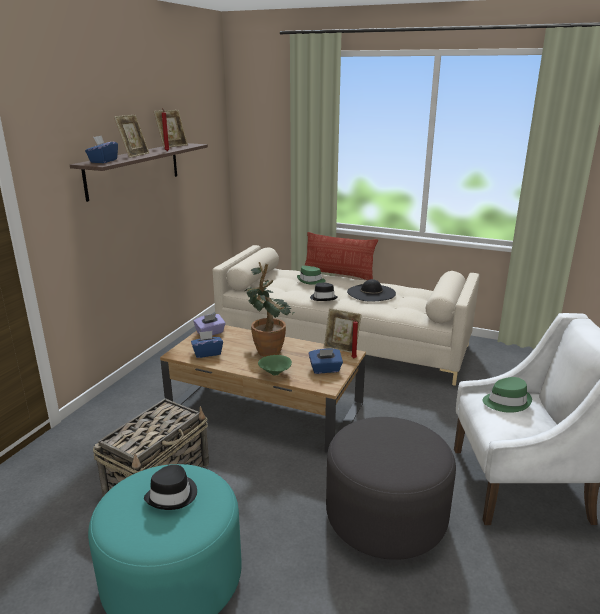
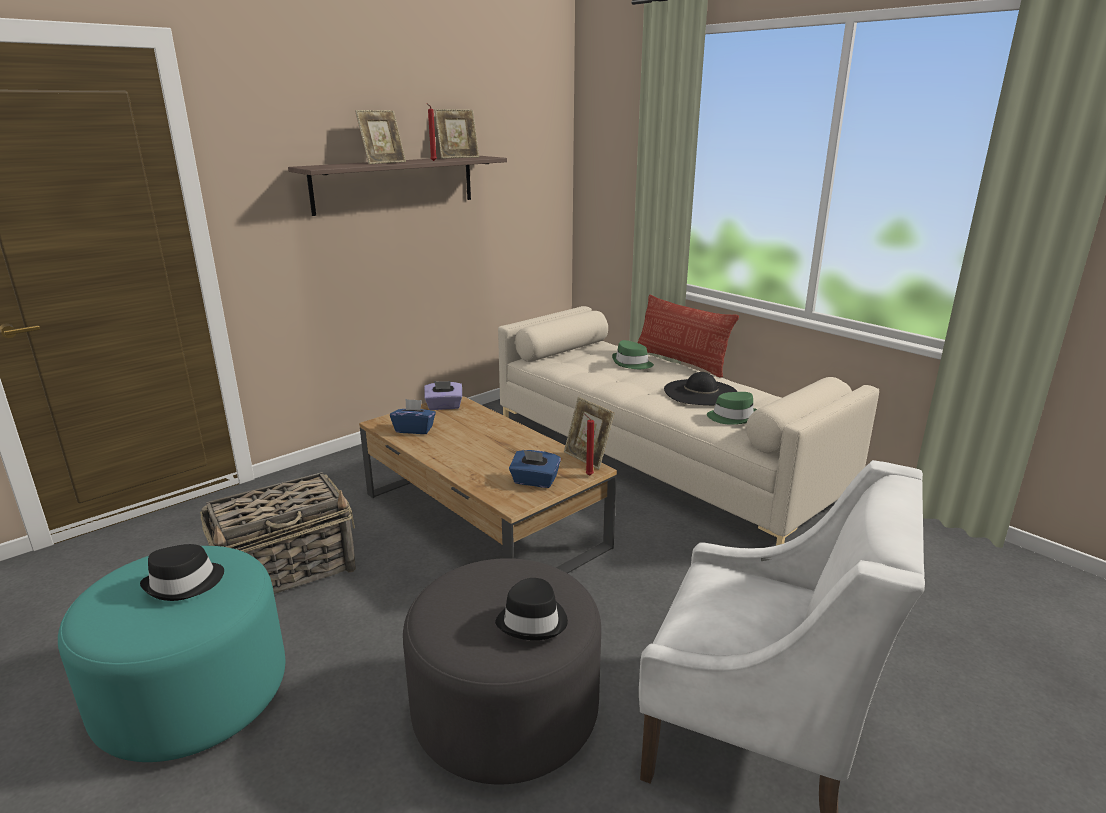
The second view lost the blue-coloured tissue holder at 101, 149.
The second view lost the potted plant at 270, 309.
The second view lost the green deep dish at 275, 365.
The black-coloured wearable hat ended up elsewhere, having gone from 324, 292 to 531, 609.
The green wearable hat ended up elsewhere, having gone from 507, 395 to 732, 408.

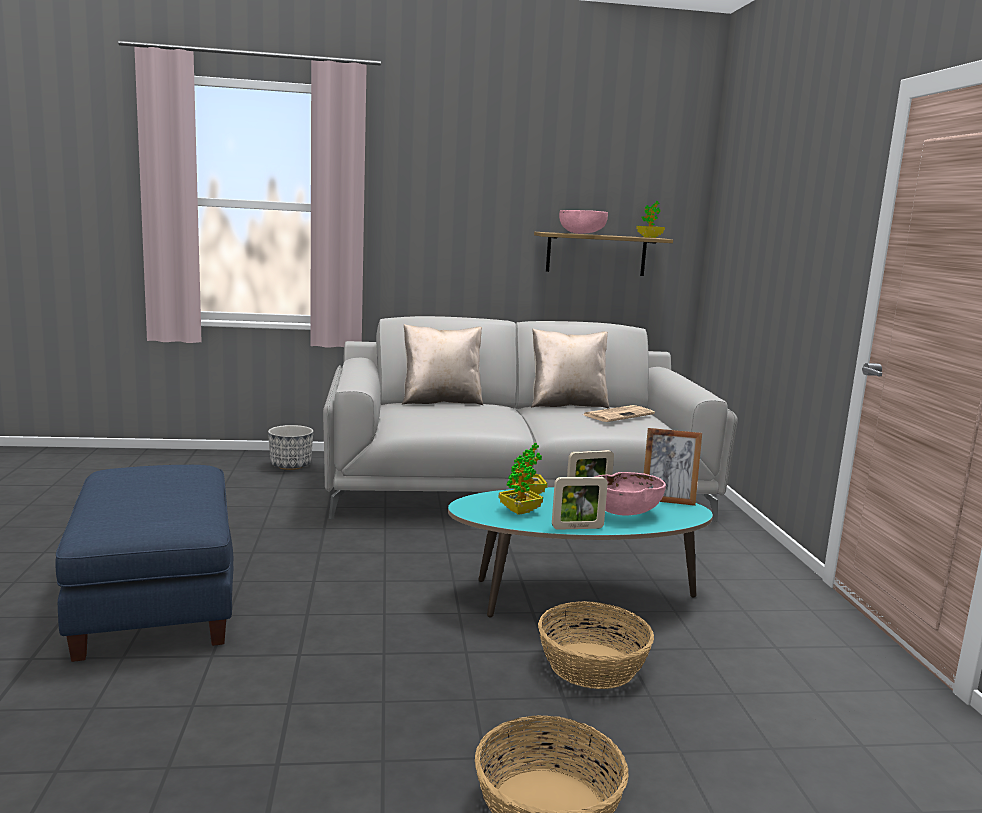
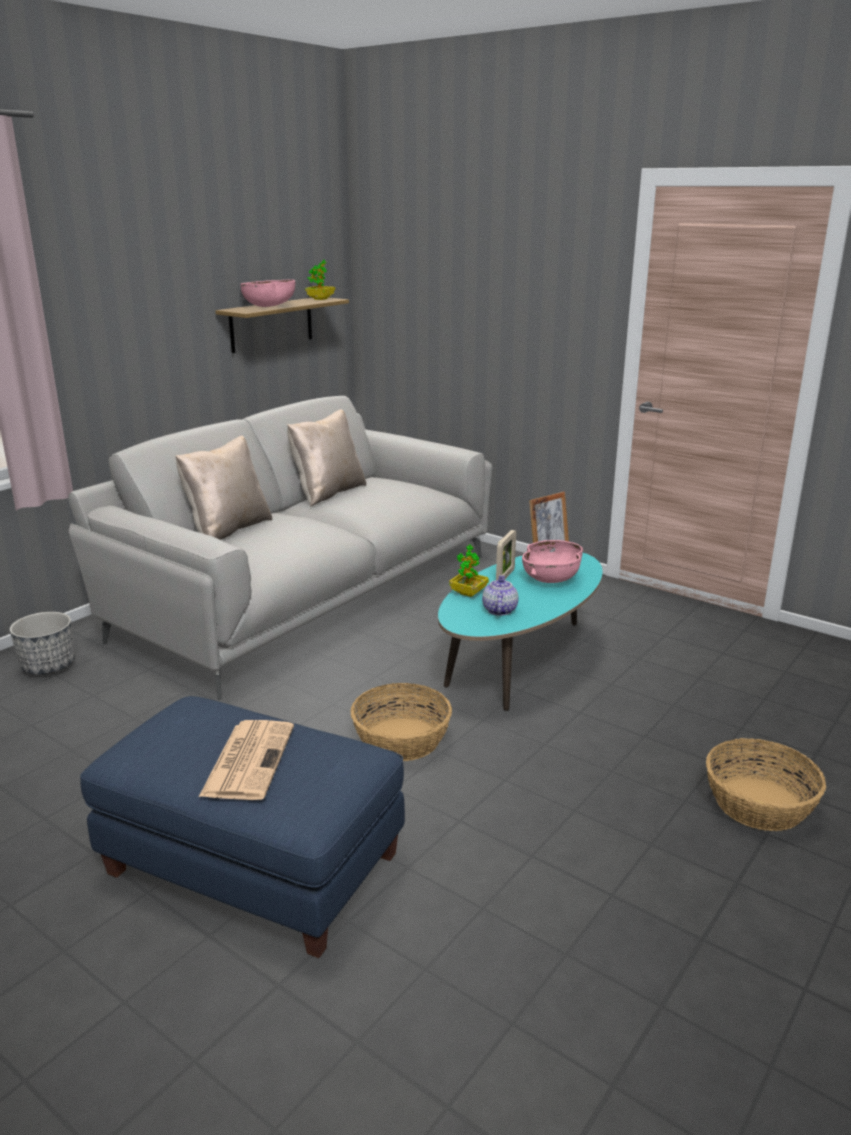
The second view lost the standing frame at 580, 503.
The storage basket ended up elsewhere, having gone from 596, 645 to 401, 722.
The daily paper ended up elsewhere, having gone from 619, 413 to 246, 760.
Where the potted plant stood at 520, 485, the pot for tea came to stand at 500, 595.

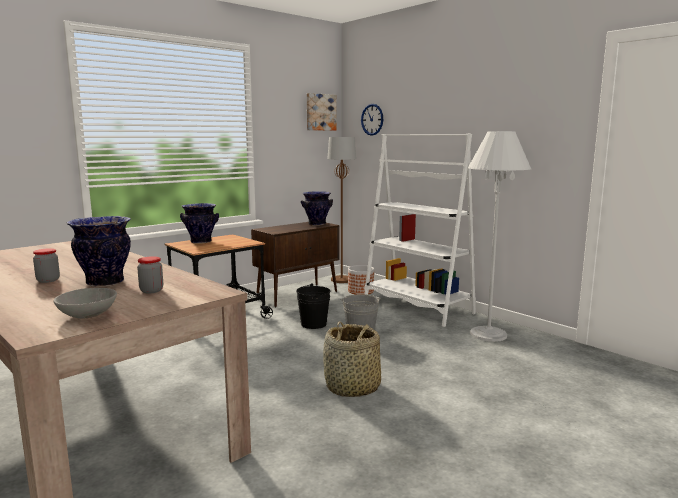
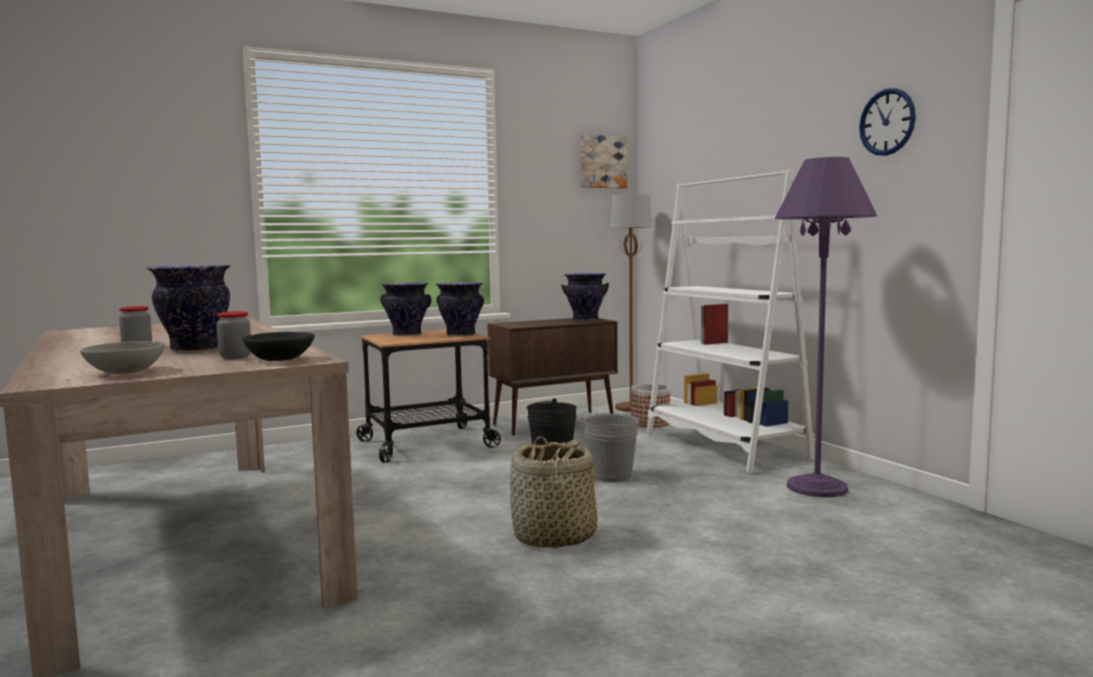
The second view gained the black-coloured deep dish at 278, 346.
The second view gained the flower vase at 460, 309.
The wall clock ended up elsewhere, having gone from 372, 120 to 887, 122.
What was the whitish standard lamp at 499, 236 turned into the purplish standard lamp at 826, 327.

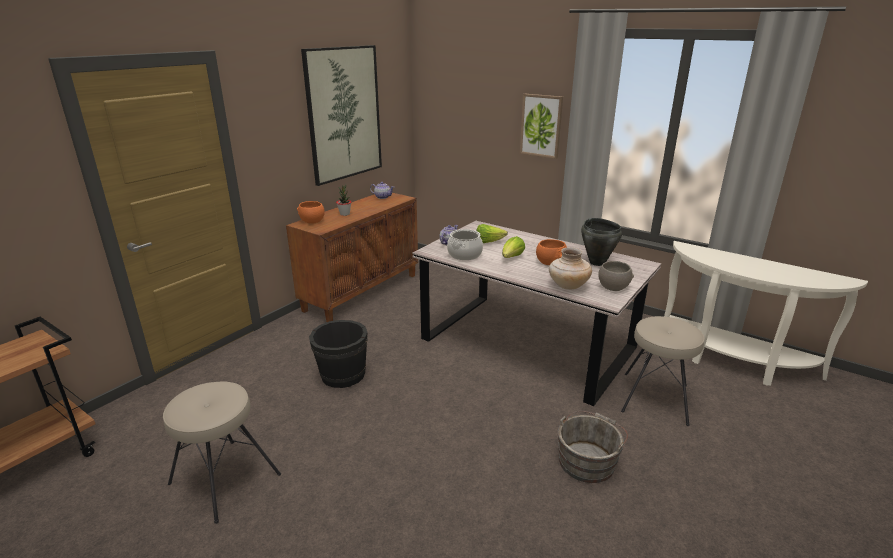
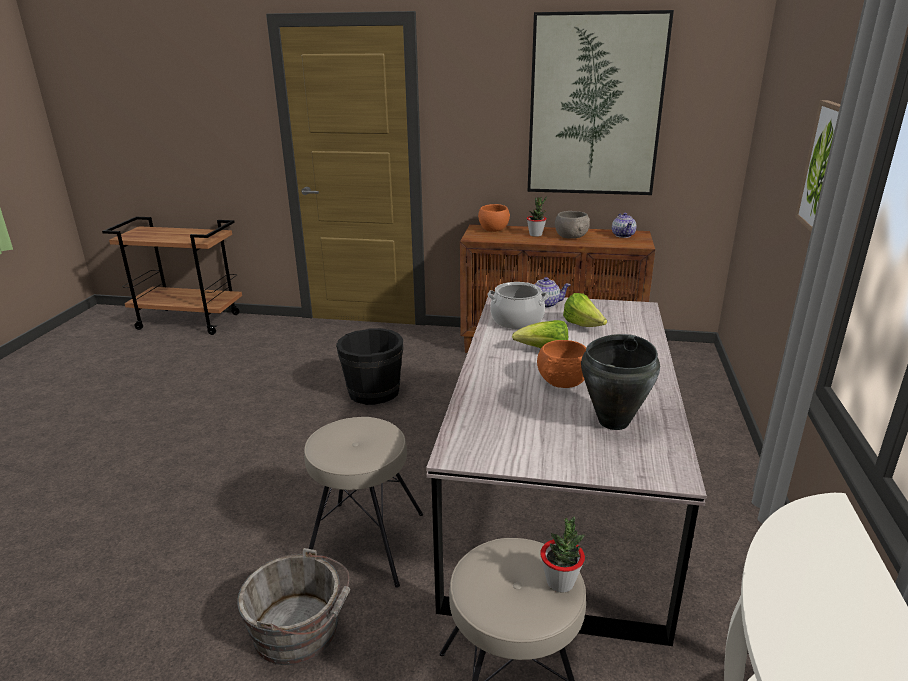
The second view lost the sand-coloured flower vase at 570, 268.
The second view gained the potted plant at 562, 555.
The sand-coloured stool ended up elsewhere, having gone from 222, 453 to 363, 502.
The gray deep dish ended up elsewhere, having gone from 616, 276 to 572, 225.

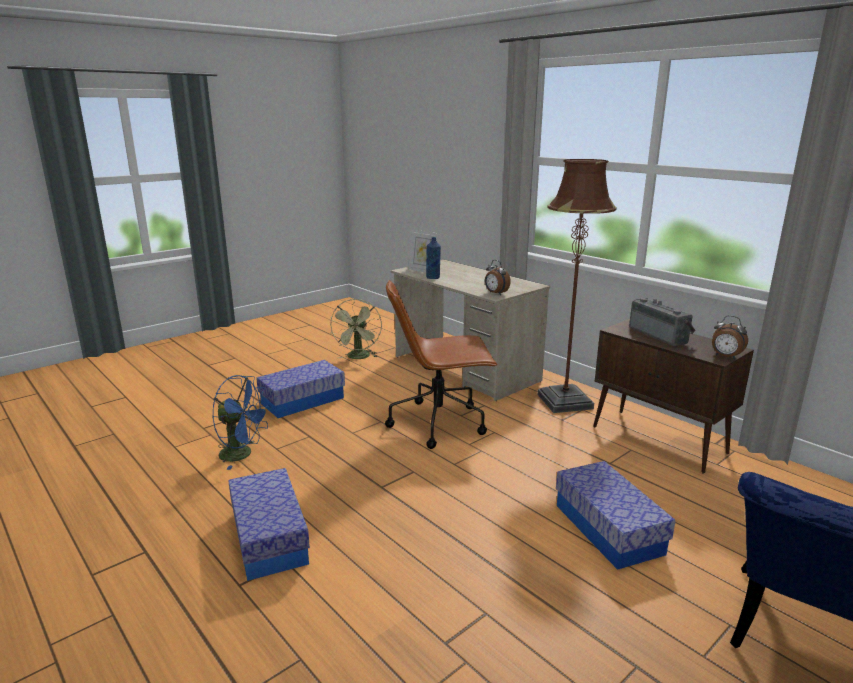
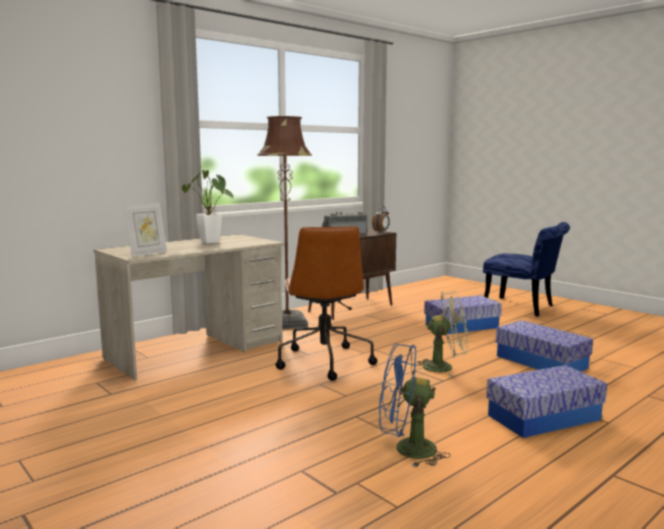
The second view lost the blue-coloured beverage bottle at 433, 258.
The second view lost the bedside clock at 498, 277.
The second view gained the potted plant at 207, 207.
The storage bin ended up elsewhere, having gone from 300, 389 to 544, 346.
The green electric fan ended up elsewhere, having gone from 356, 329 to 442, 334.
The blue-coloured electric fan at 241, 422 ended up facing another way, 105 degrees counterclockwise from before.

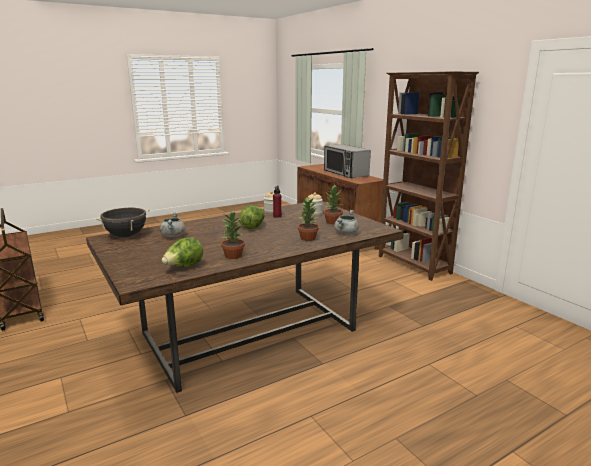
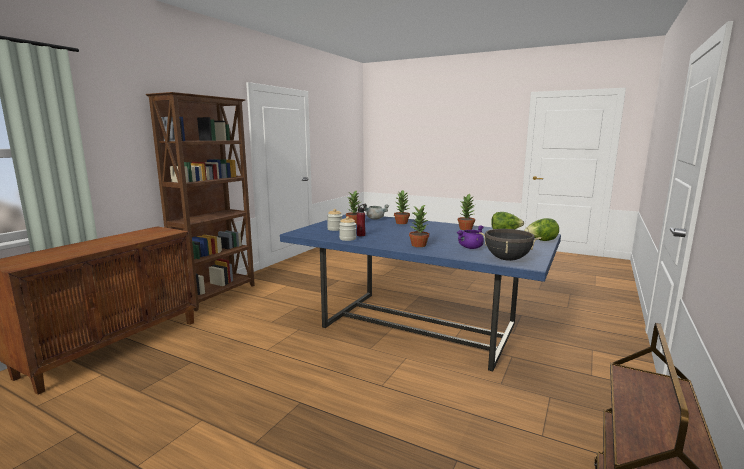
The second view lost the microwave oven at 347, 161.
The second view gained the potted plant at 419, 225.
The head of lettuce ended up elsewhere, having gone from 252, 217 to 541, 229.
What was the brown-coloured kitchen table at 245, 297 turned into the blue-coloured kitchen table at 420, 292.
What was the gray saucepot at 172, 224 turned into the purplish saucepot at 470, 237.

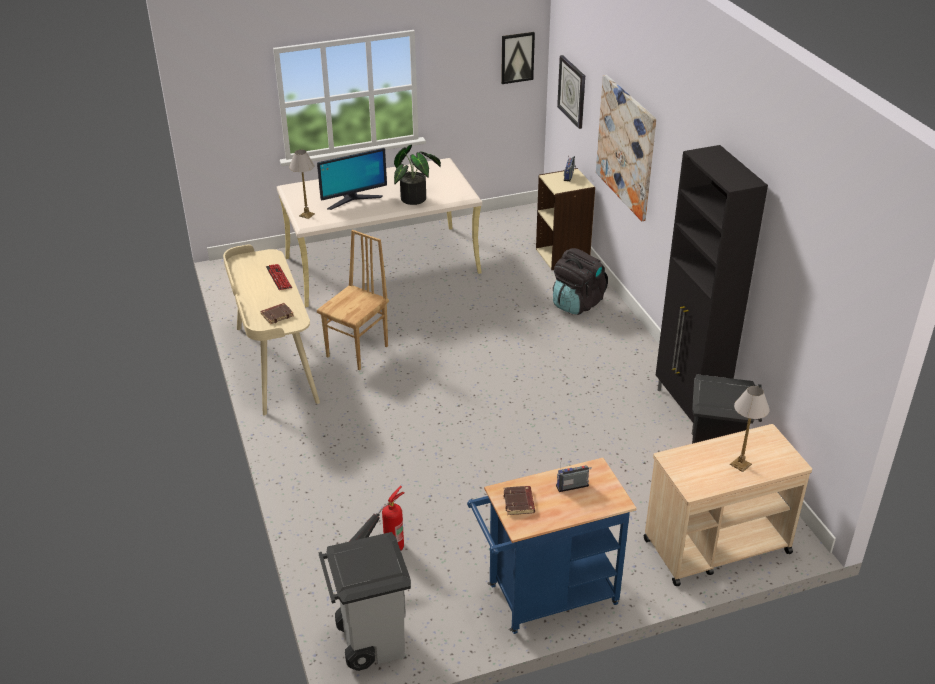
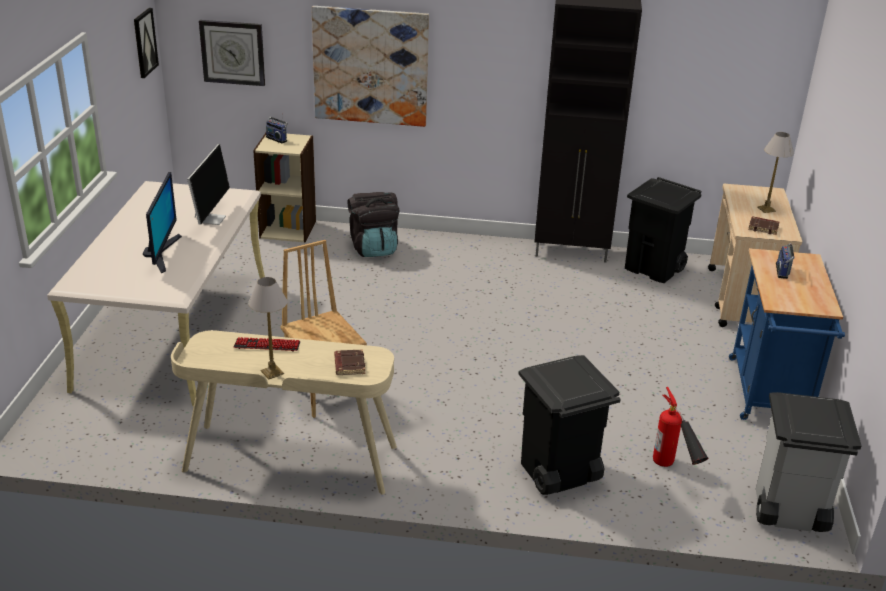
The second view gained the black-coloured rubbish bin at 570, 425.
The lamp for a table ended up elsewhere, having gone from 302, 184 to 267, 328.
The brown-coloured book ended up elsewhere, having gone from 519, 500 to 763, 225.
Where the potted plant stood at 417, 175, the computer display came to stand at 208, 184.

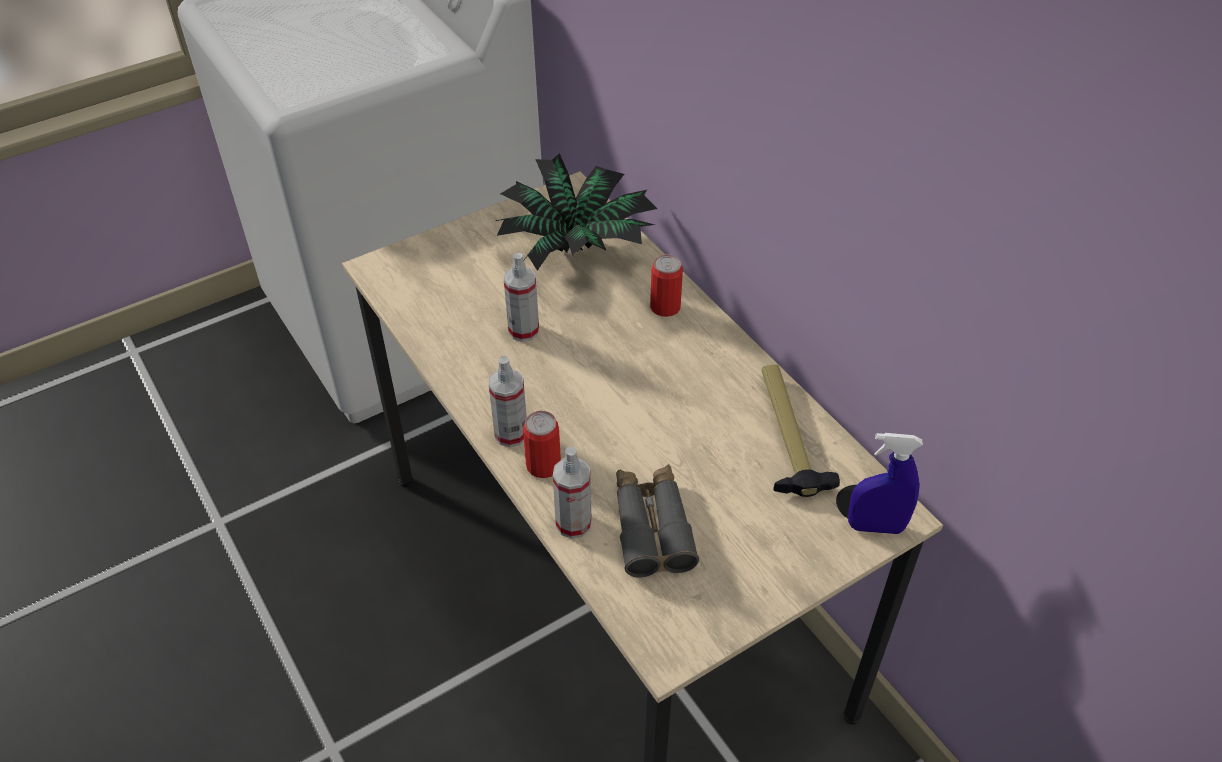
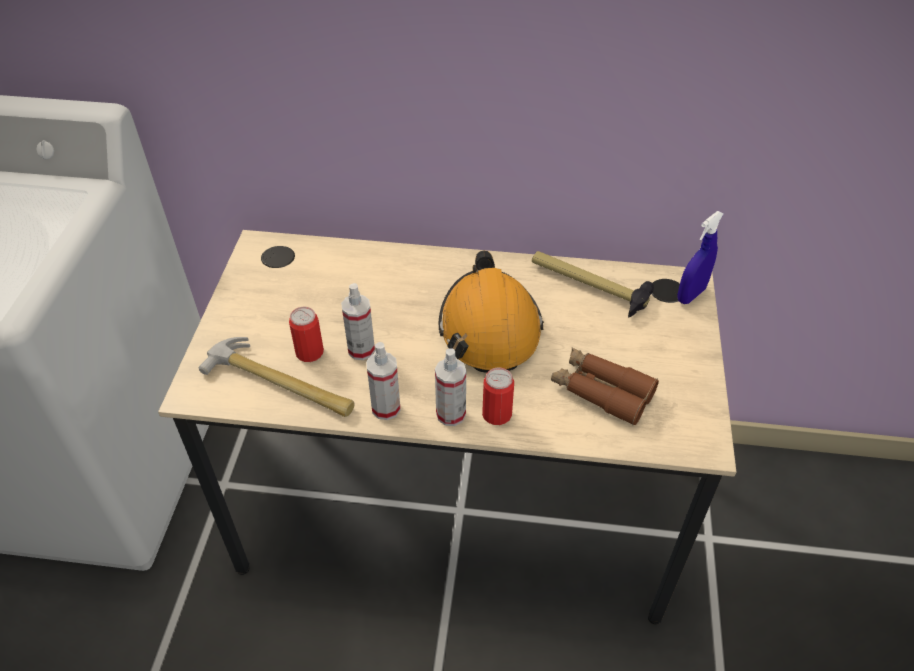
The second view lost the potted plant at 575, 212.
The second view gained the hammer at 276, 377.
The second view gained the orangey hard hat at 491, 311.
The spray bottle ended up elsewhere, having gone from 572, 492 to 383, 381.
The sealed can ended up elsewhere, having gone from 666, 285 to 306, 334.
What was the gray binoculars at 657, 521 turned into the brown-coloured binoculars at 605, 386.

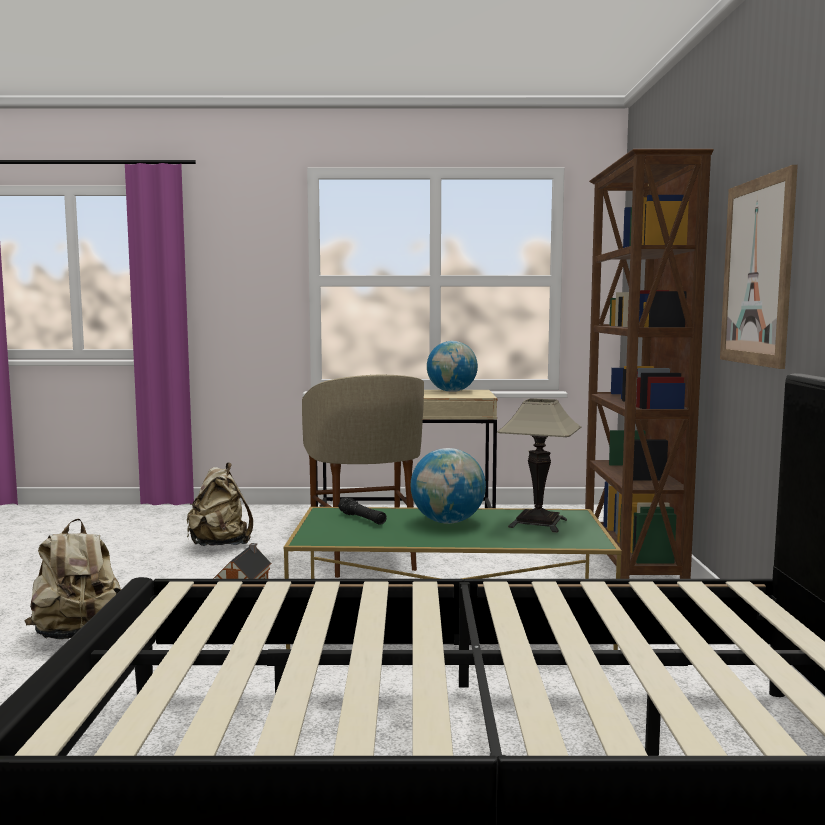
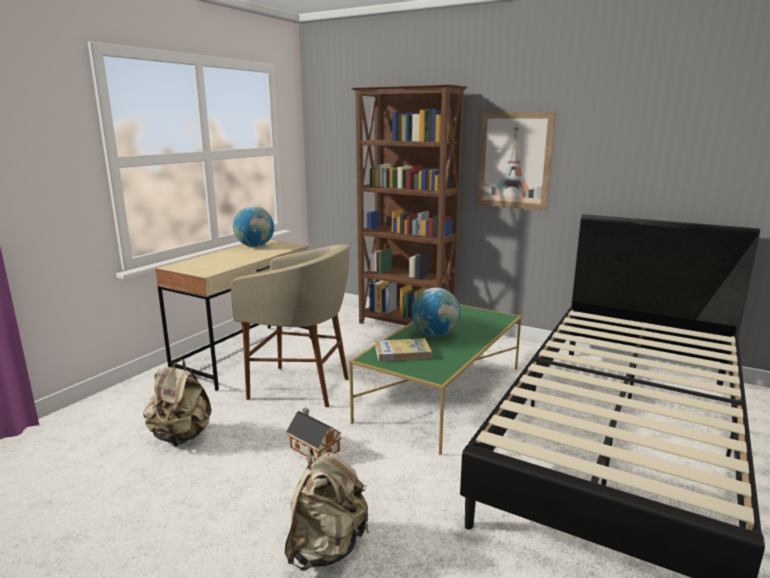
The second view lost the lamp for a table at 539, 465.
Where the black-coloured flashlight stood at 362, 511, the book came to stand at 403, 349.

